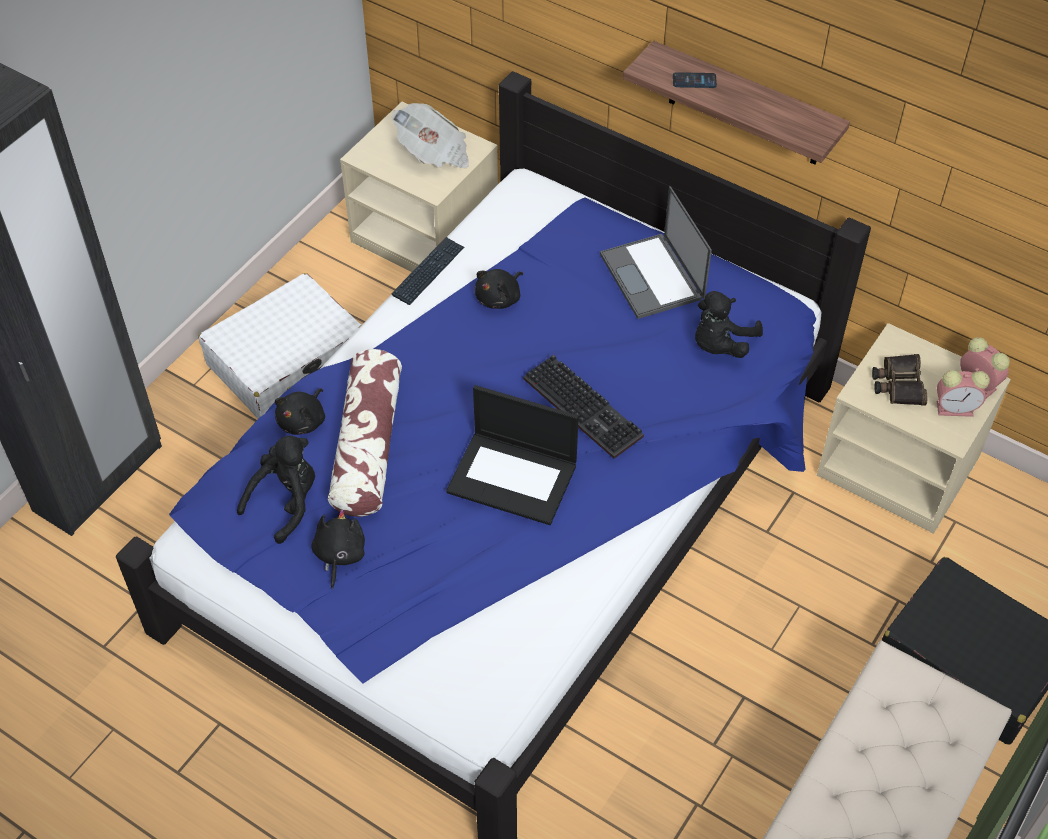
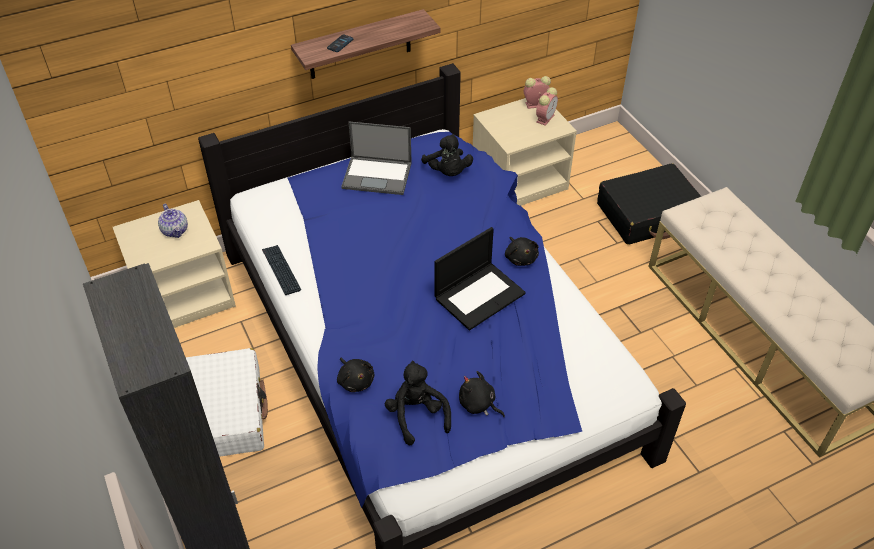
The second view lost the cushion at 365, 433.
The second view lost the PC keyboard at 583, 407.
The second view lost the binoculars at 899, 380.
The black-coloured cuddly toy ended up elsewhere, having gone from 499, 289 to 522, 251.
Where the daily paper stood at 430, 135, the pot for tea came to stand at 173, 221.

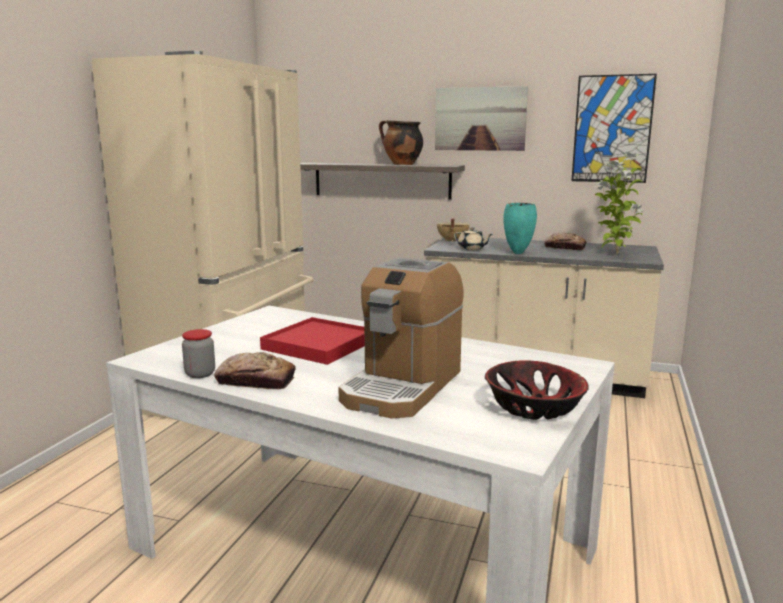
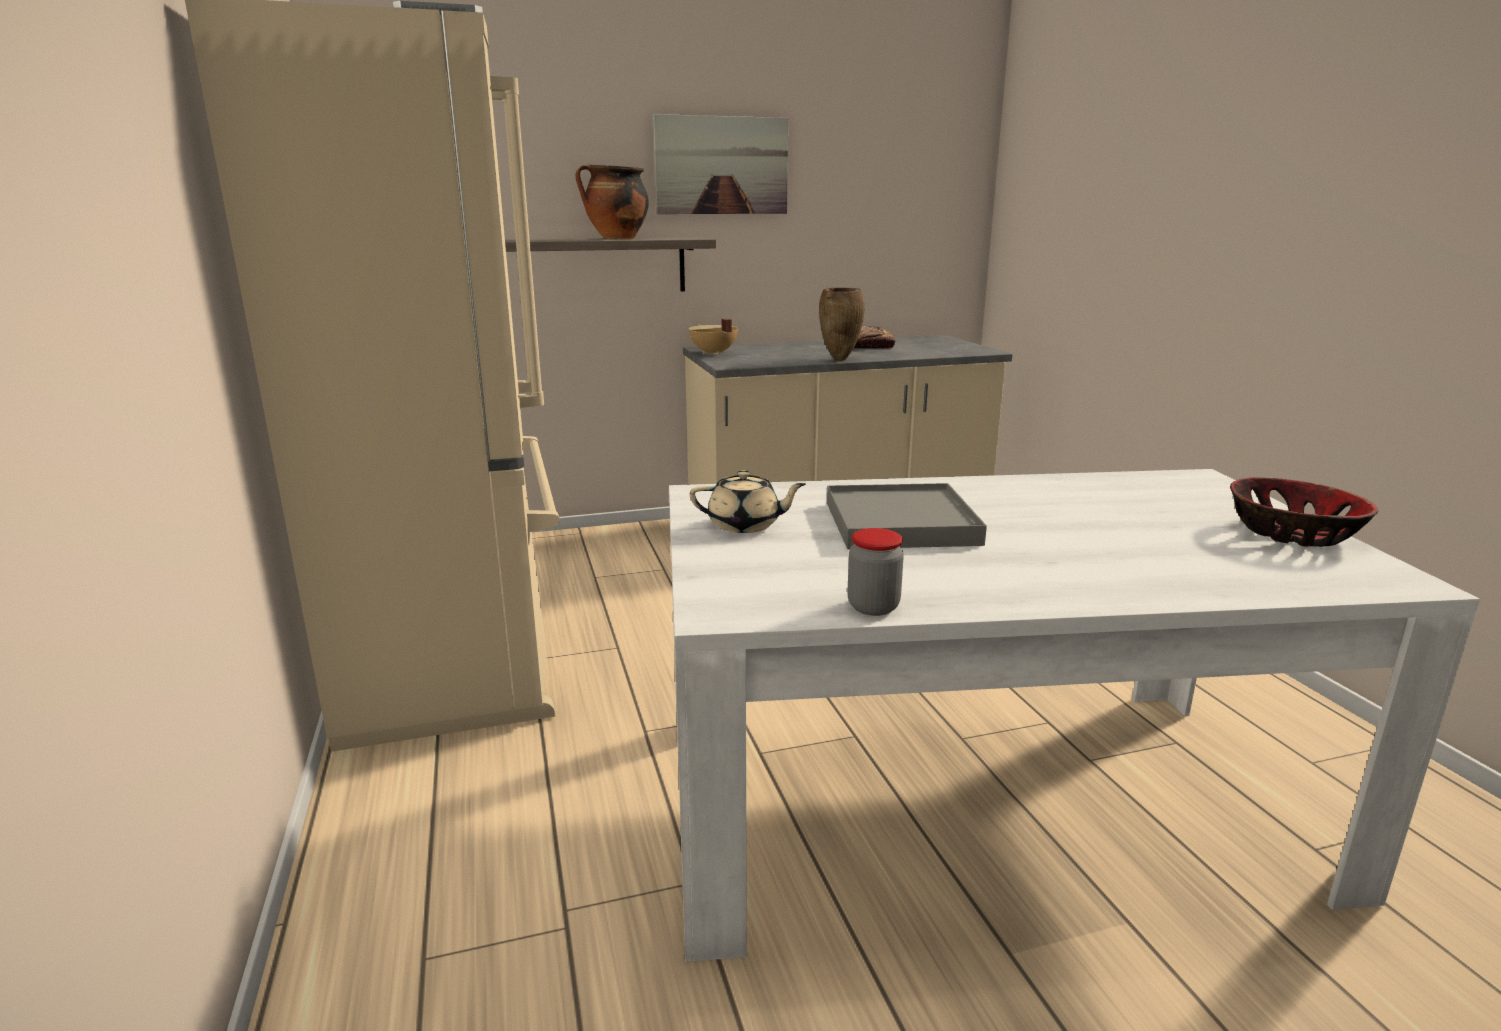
The second view lost the bakery bread at 255, 370.
The second view lost the coffee machine at 401, 338.
The second view lost the wall art at 614, 128.
The second view lost the potted plant at 619, 203.
The sand-coloured pot for tea ended up elsewhere, having gone from 473, 238 to 748, 501.
What was the red-coloured serving tray at 312, 341 turned into the gray serving tray at 907, 516.
What was the blue-green flower vase at 520, 228 turned into the brown-coloured flower vase at 842, 324.

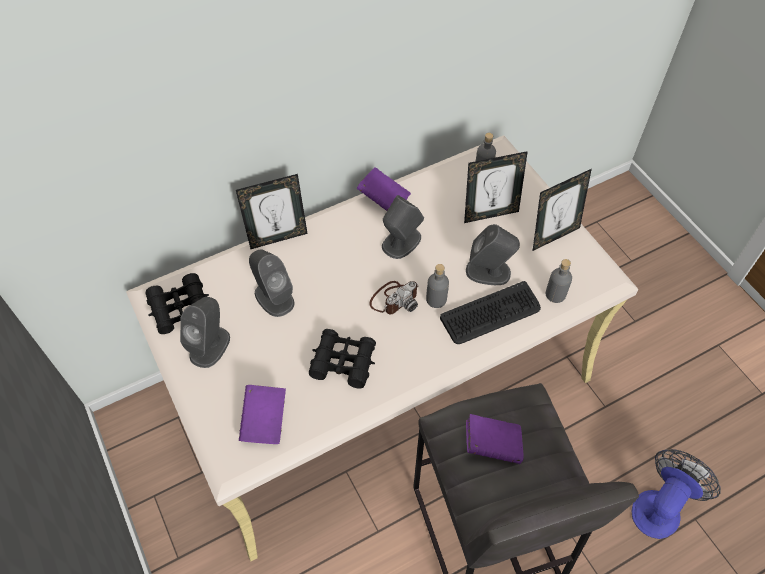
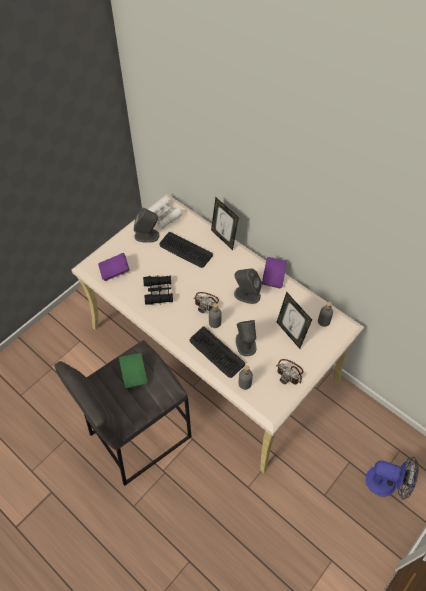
The electric fan ended up elsewhere, having gone from 676, 494 to 391, 478.
Where the gray loudspeaker stood at 272, 283, the PC keyboard came to stand at 186, 250.
Where the standing frame stood at 562, 210, the still camera came to stand at 289, 372.
What was the black-coloured binoculars at 177, 303 turned into the whitish binoculars at 165, 213.
What was the purplish book at 495, 439 turned into the green book at 133, 370.

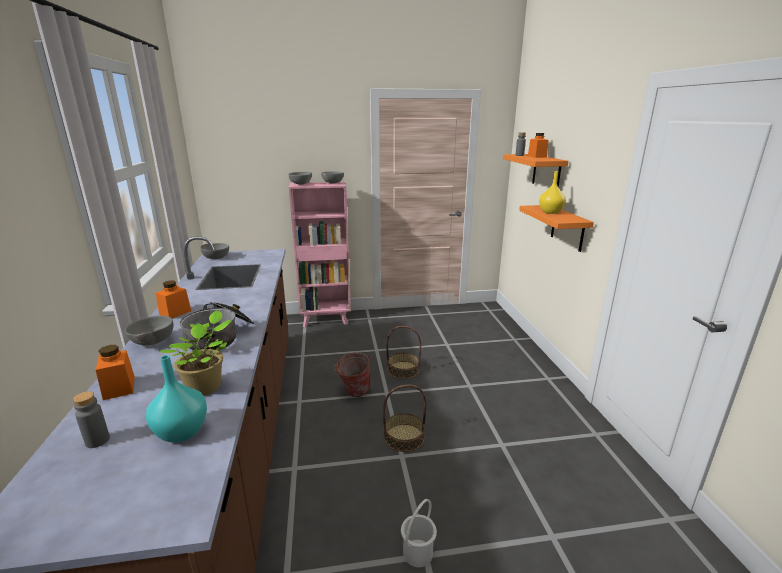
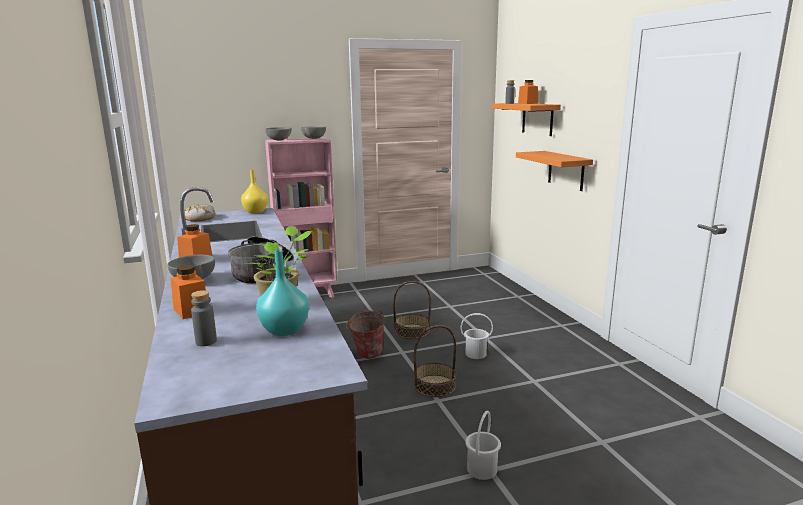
The second view gained the whitish water bucket at 476, 336.
The yellow flower vase ended up elsewhere, having gone from 552, 192 to 254, 191.
Where the gray deep dish stood at 214, 251, the bakery bread came to stand at 199, 212.

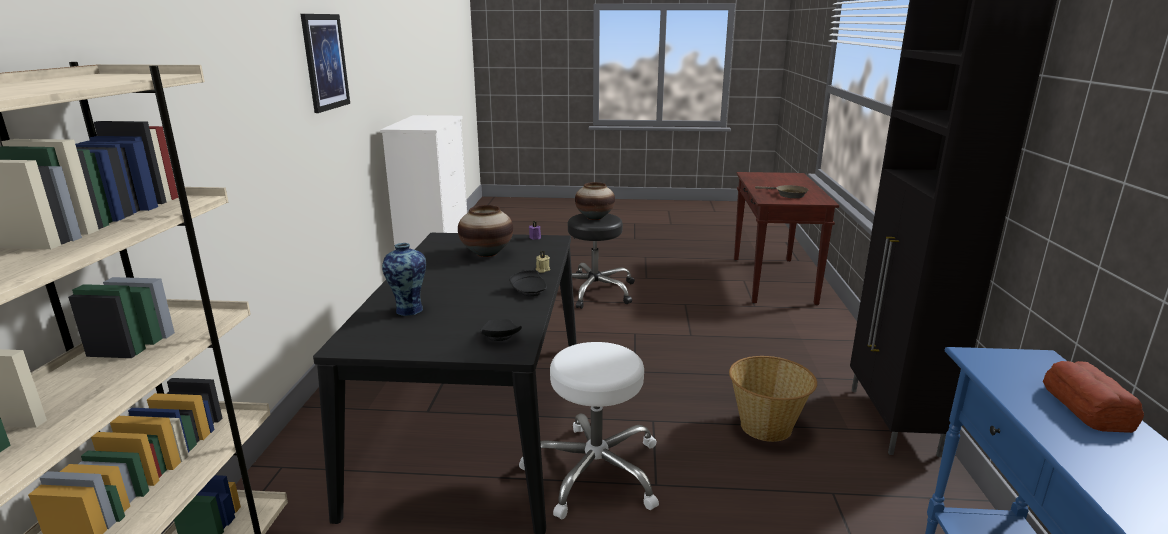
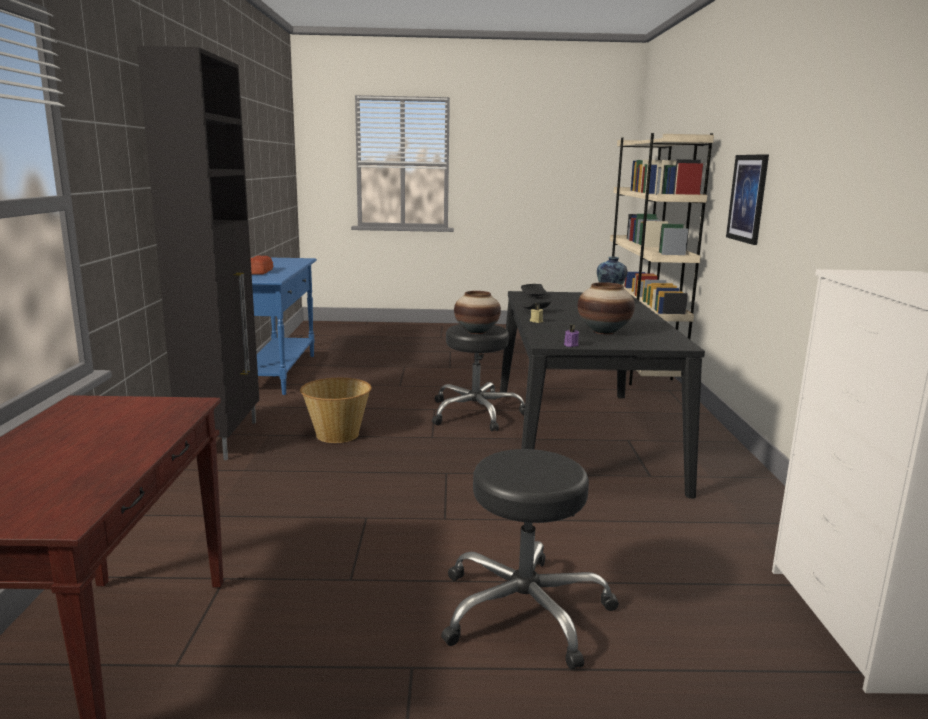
The second view lost the brown-coloured frying pan at 782, 191.
The wall art ended up elsewhere, having gone from 325, 63 to 747, 199.
The flower vase ended up elsewhere, having gone from 595, 201 to 477, 312.
What was the whitish stool at 589, 430 turned into the black-coloured stool at 478, 377.

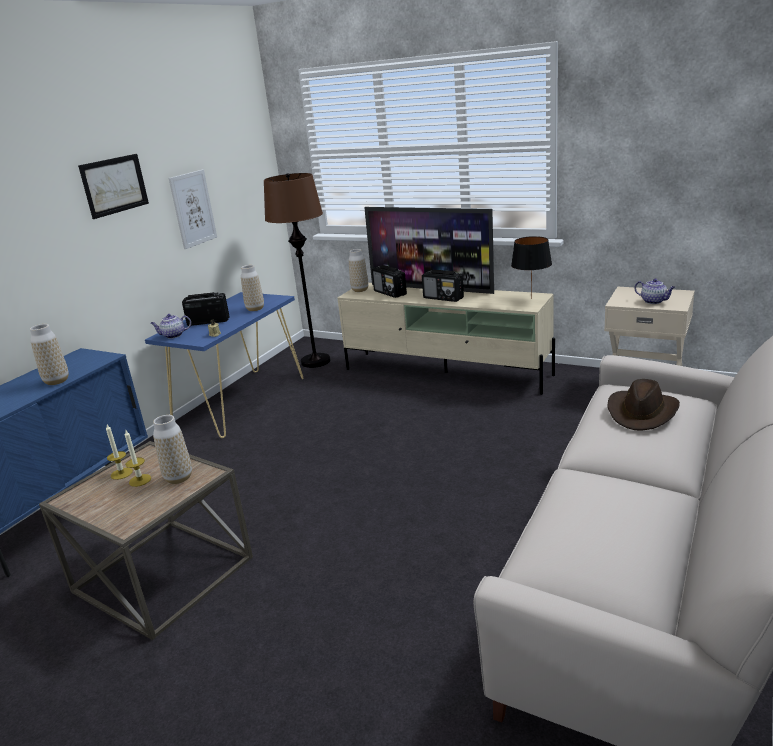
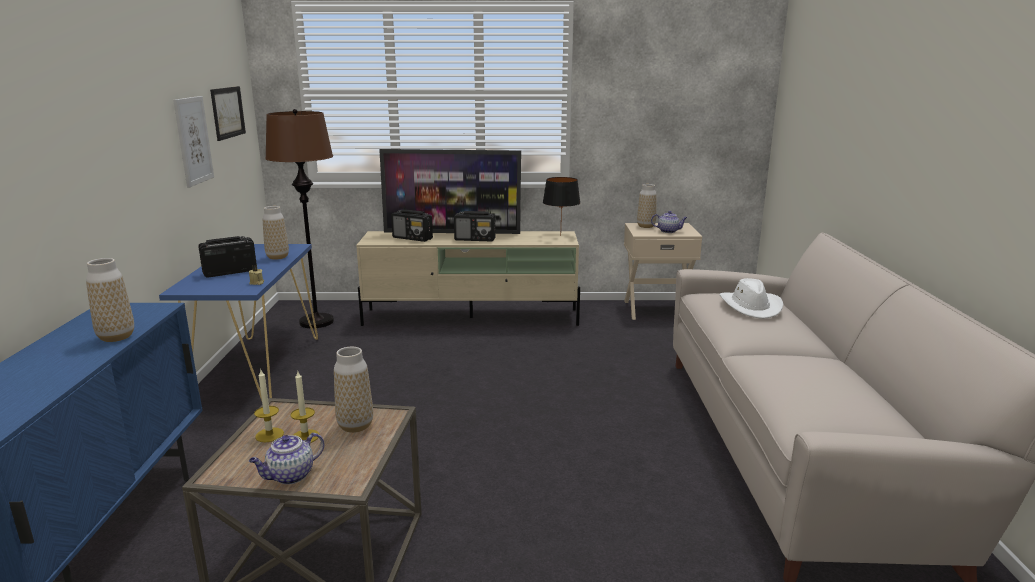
The wall art ended up elsewhere, having gone from 113, 186 to 228, 113.
The pot for tea ended up elsewhere, having gone from 170, 326 to 287, 458.
The flower vase ended up elsewhere, having gone from 359, 270 to 647, 206.
What was the brown-coloured wearable hat at 643, 404 turned into the whitish wearable hat at 752, 298.

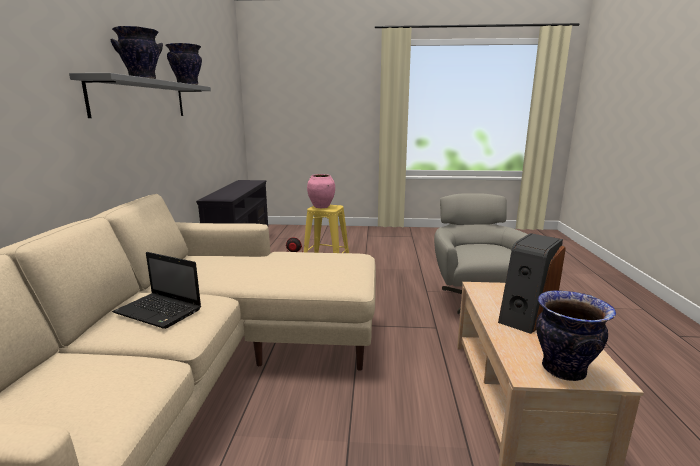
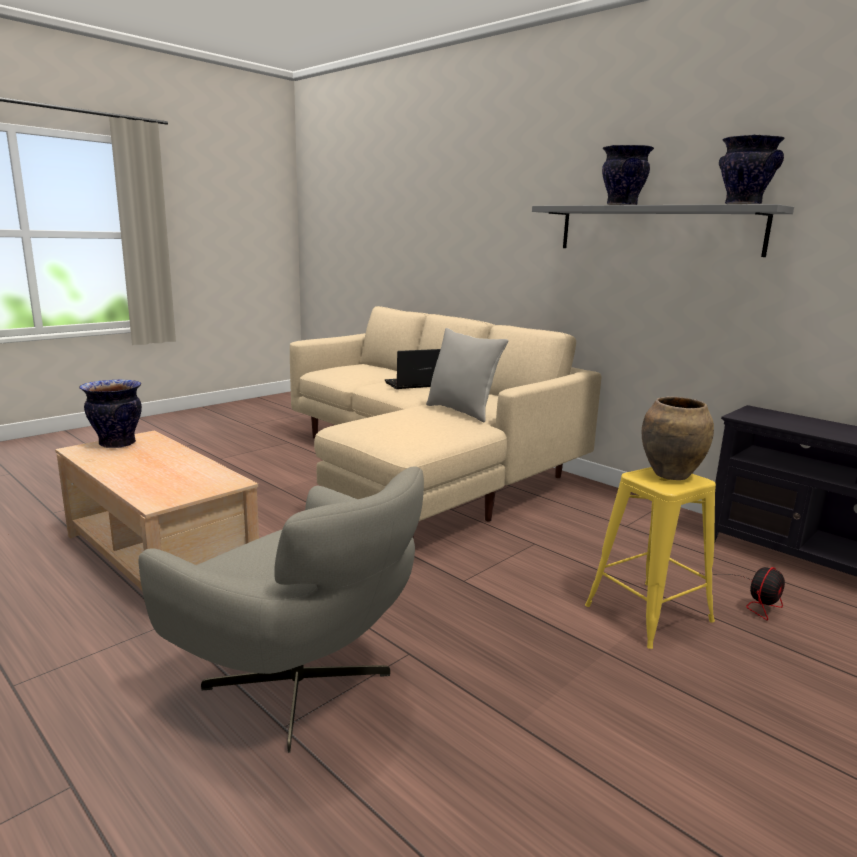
The second view lost the loudspeaker at 532, 283.
The second view gained the gray cushion at 467, 375.
What was the pinkish flower vase at 321, 191 turned into the brown-coloured flower vase at 678, 438.

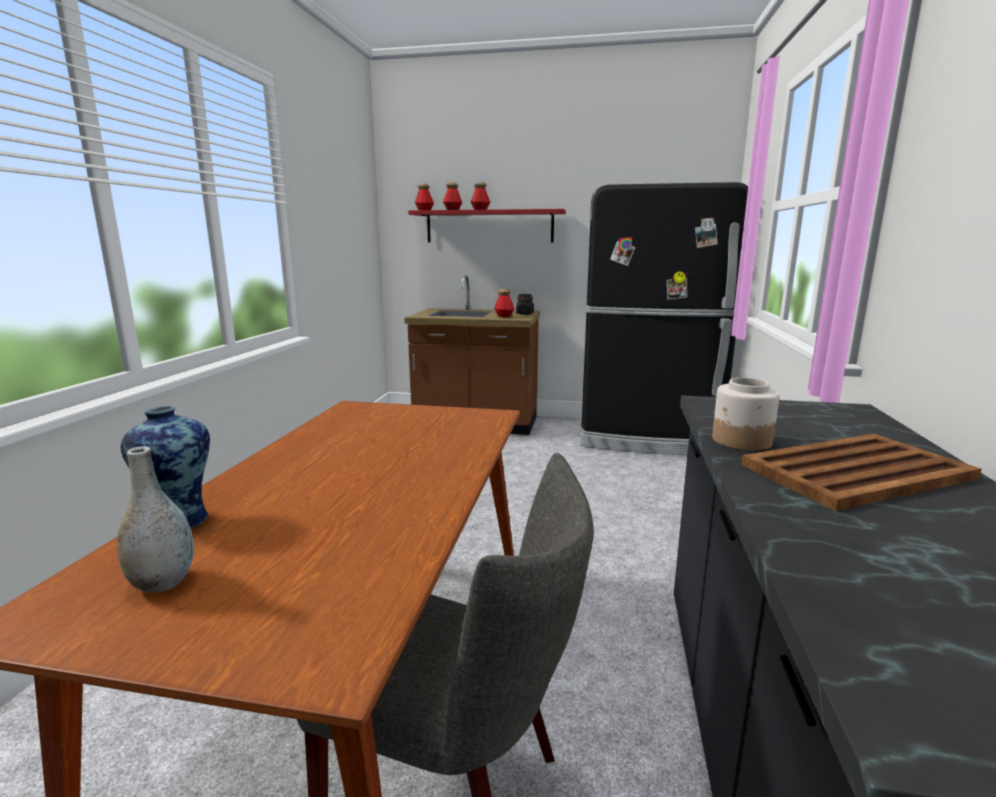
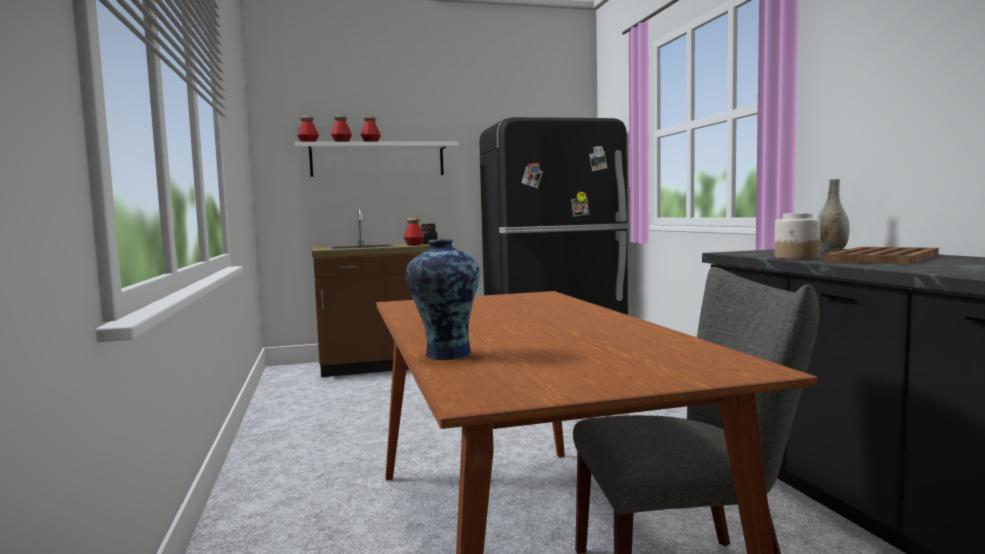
The gray flower vase ended up elsewhere, having gone from 155, 519 to 833, 215.
What was the red-coloured wall shelf at 487, 226 turned into the whitish wall shelf at 376, 159.

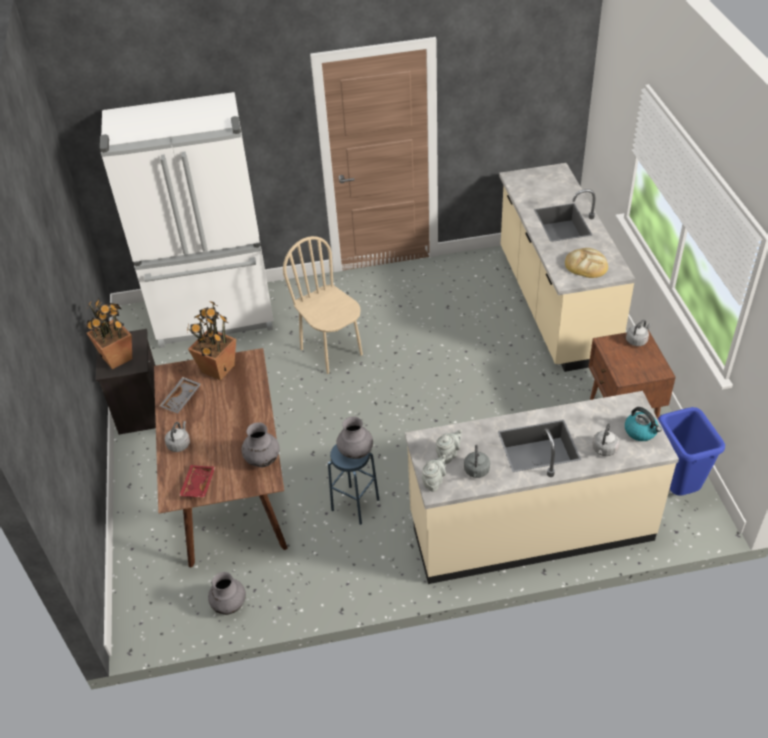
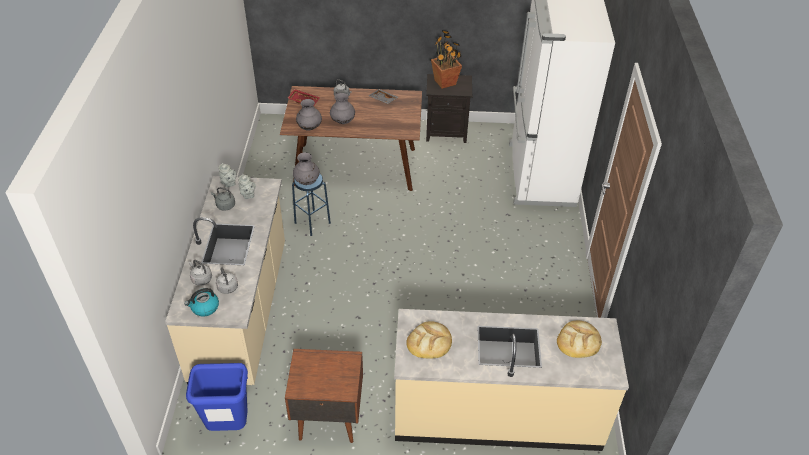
The second view lost the potted plant at 211, 340.
The second view lost the sand-coloured chair at 323, 305.
The second view gained the bakery bread at 579, 339.
The gray flower vase ended up elsewhere, having gone from 227, 593 to 342, 108.
The gray water kettle ended up elsewhere, having gone from 639, 333 to 227, 280.

